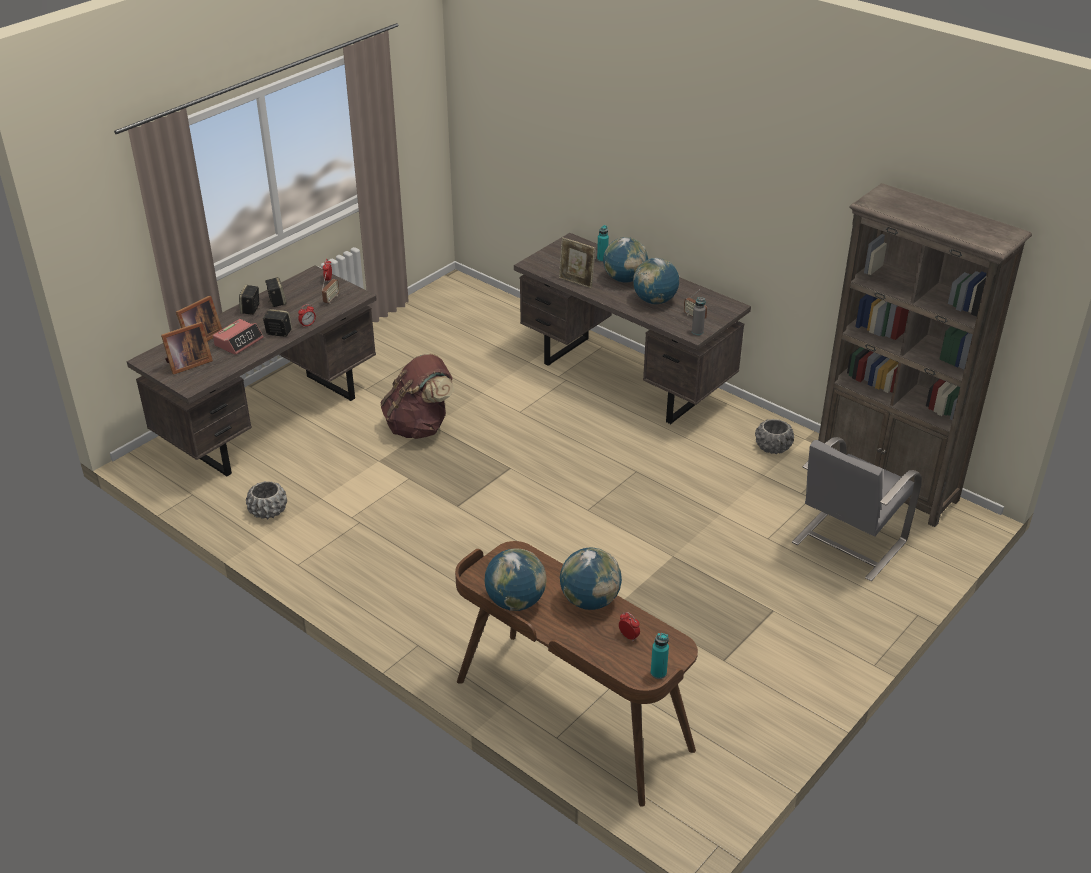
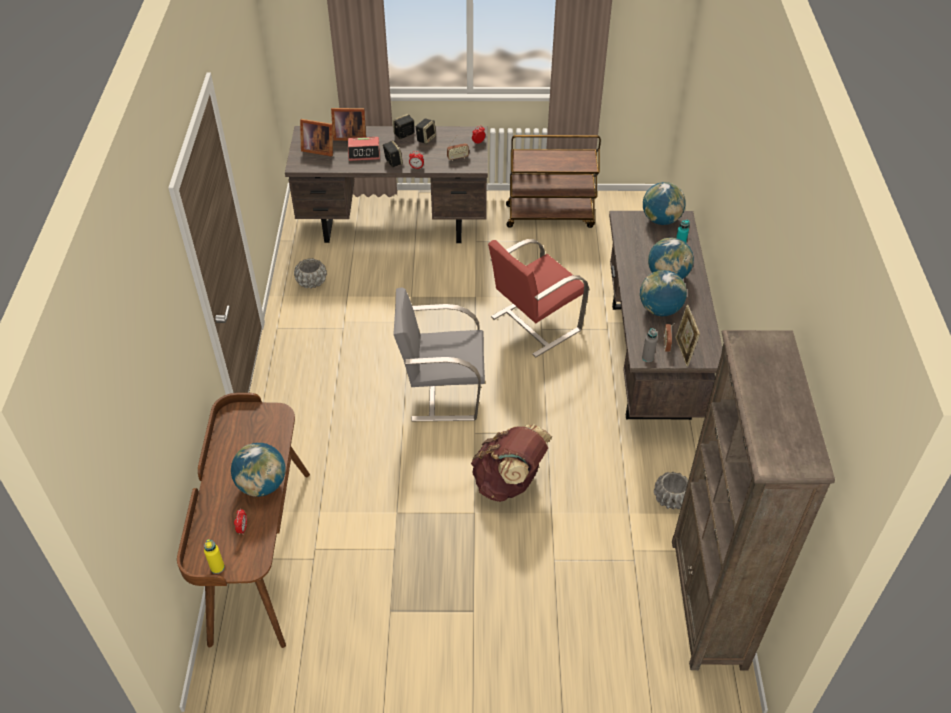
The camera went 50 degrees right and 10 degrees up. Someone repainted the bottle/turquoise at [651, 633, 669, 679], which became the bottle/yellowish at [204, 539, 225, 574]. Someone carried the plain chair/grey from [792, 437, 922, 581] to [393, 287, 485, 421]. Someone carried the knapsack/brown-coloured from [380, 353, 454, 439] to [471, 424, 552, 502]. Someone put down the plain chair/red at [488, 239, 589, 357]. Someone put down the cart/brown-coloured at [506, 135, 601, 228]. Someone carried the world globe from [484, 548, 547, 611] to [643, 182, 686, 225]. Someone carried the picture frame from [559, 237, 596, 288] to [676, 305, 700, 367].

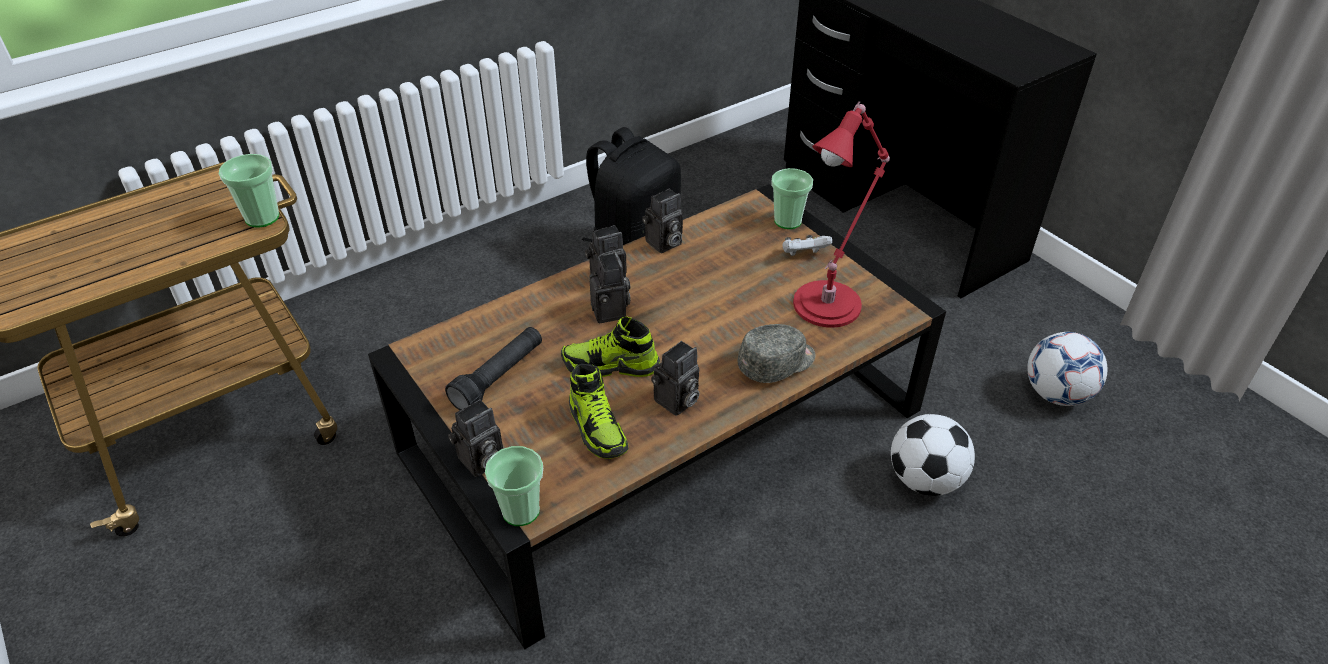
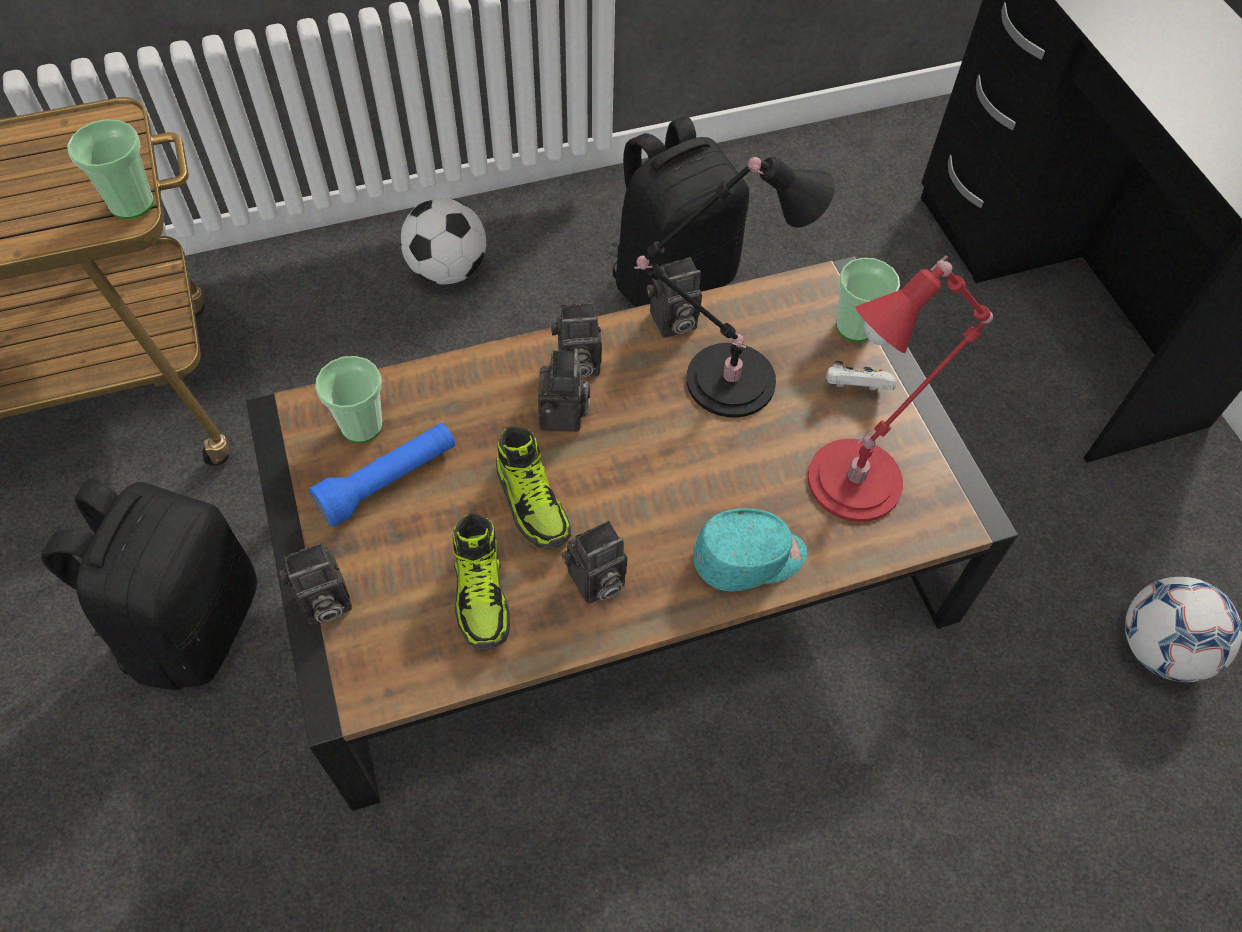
The camera went 15 degrees right and 15 degrees up. Someone put down the knapsack/black at [41, 478, 257, 690]. Someone repainted the flashlight/black at [445, 327, 542, 410], which became the flashlight/blue-coloured at [309, 423, 455, 527]. Someone carried the drinking cup from [485, 446, 543, 526] to [315, 356, 383, 443]. Someone carried the football from [891, 414, 975, 496] to [400, 198, 486, 285]. Someone rotated the shoe at [561, 316, 660, 377] by 135 degrees counterclockwise. Someone put down the table lamp/black at [634, 157, 835, 418]. Someone repainted the baseball cap/grey at [738, 324, 816, 383], which became the baseball cap/turquoise at [693, 508, 807, 591].

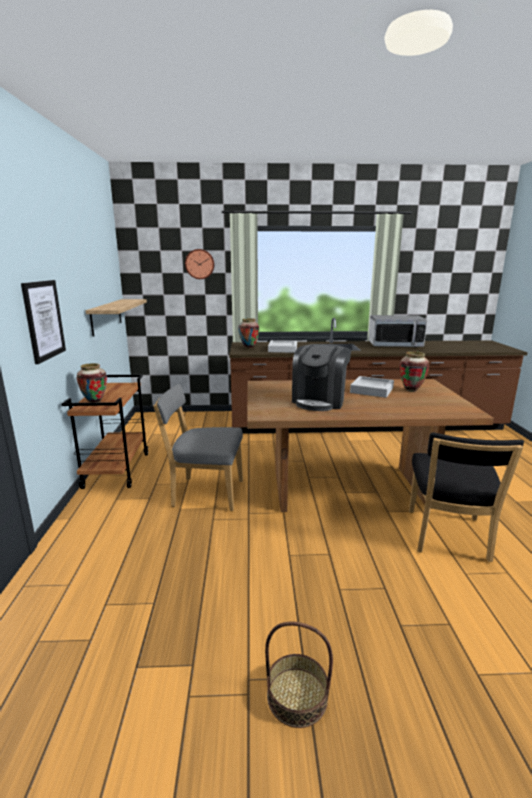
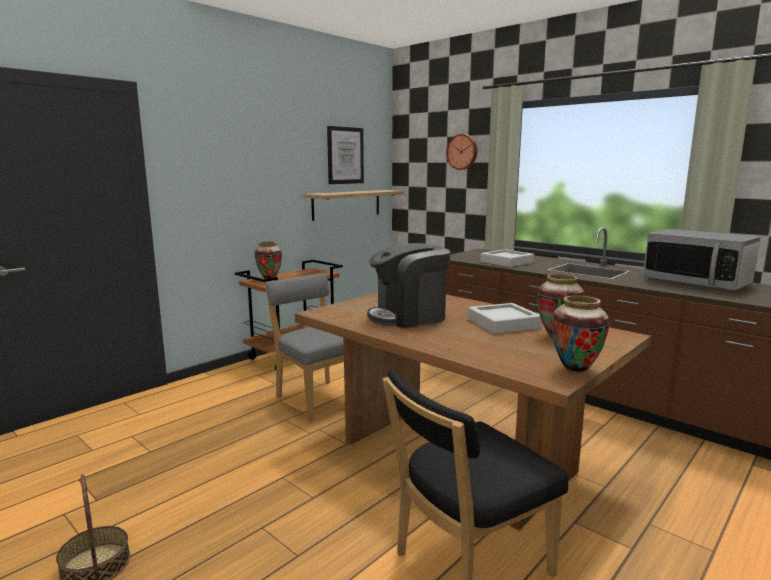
The camera went 45 degrees right and 5 degrees down. Someone carried the wall picture from [21, 280, 66, 364] to [327, 126, 364, 184]. Someone carried the decorative vase from [238, 318, 259, 349] to [552, 295, 610, 374].

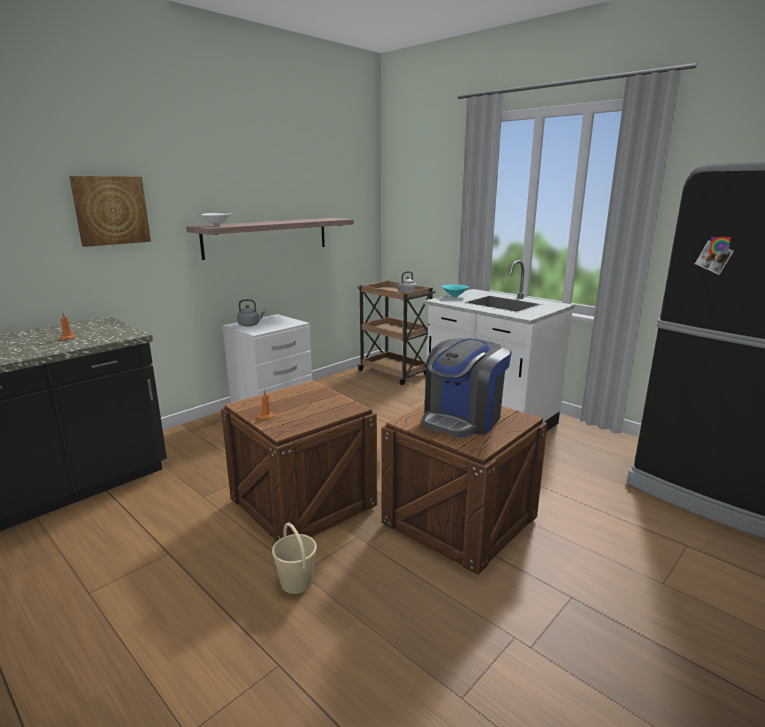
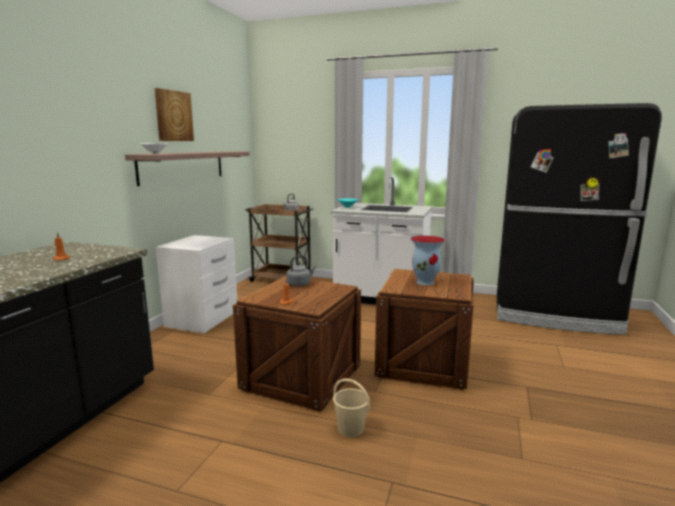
The camera went 25 degrees left and 5 degrees down. Someone carried the wall picture from [69, 176, 151, 247] to [155, 88, 194, 141]. Someone carried the kettle/grey from [237, 299, 265, 327] to [286, 255, 316, 286]. Someone swapped the coffee brewer at [421, 338, 512, 438] for the decorative vase at [410, 236, 445, 285].

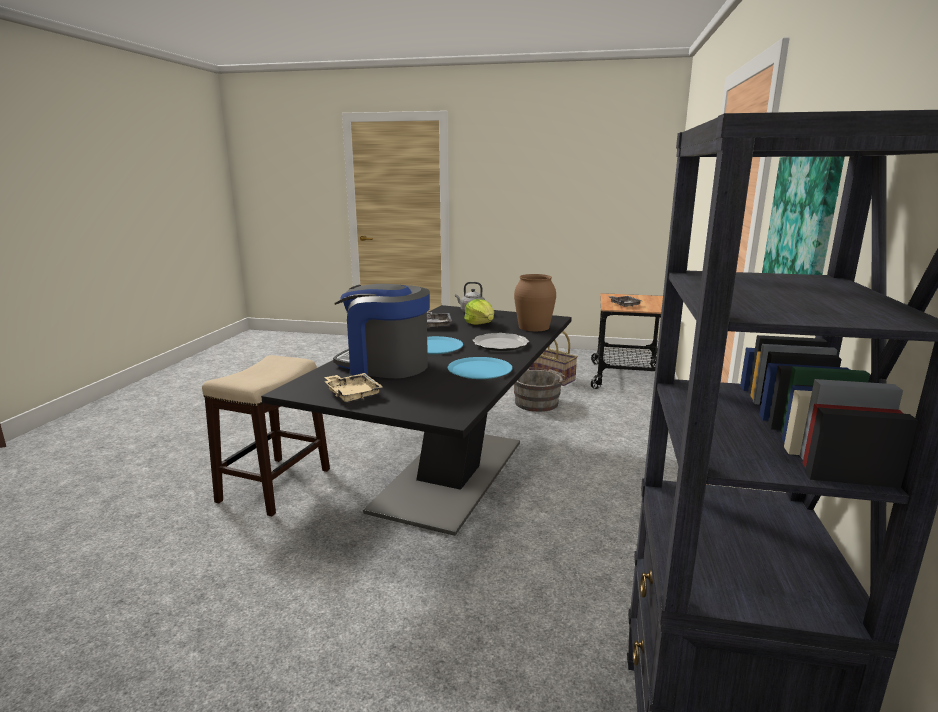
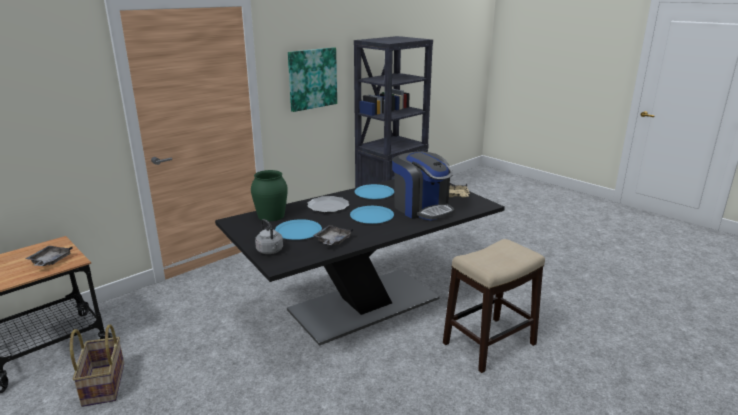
The camera went 145 degrees left and 5 degrees up. Someone repainted the decorative vase/brown-coloured at [514, 274, 556, 331], which became the decorative vase/greenish at [251, 170, 288, 221]. Someone swapped the lettuce at [464, 299, 494, 325] for the plate/blue-coloured at [275, 219, 322, 240]. Someone took away the pail/grey at [514, 368, 568, 412].

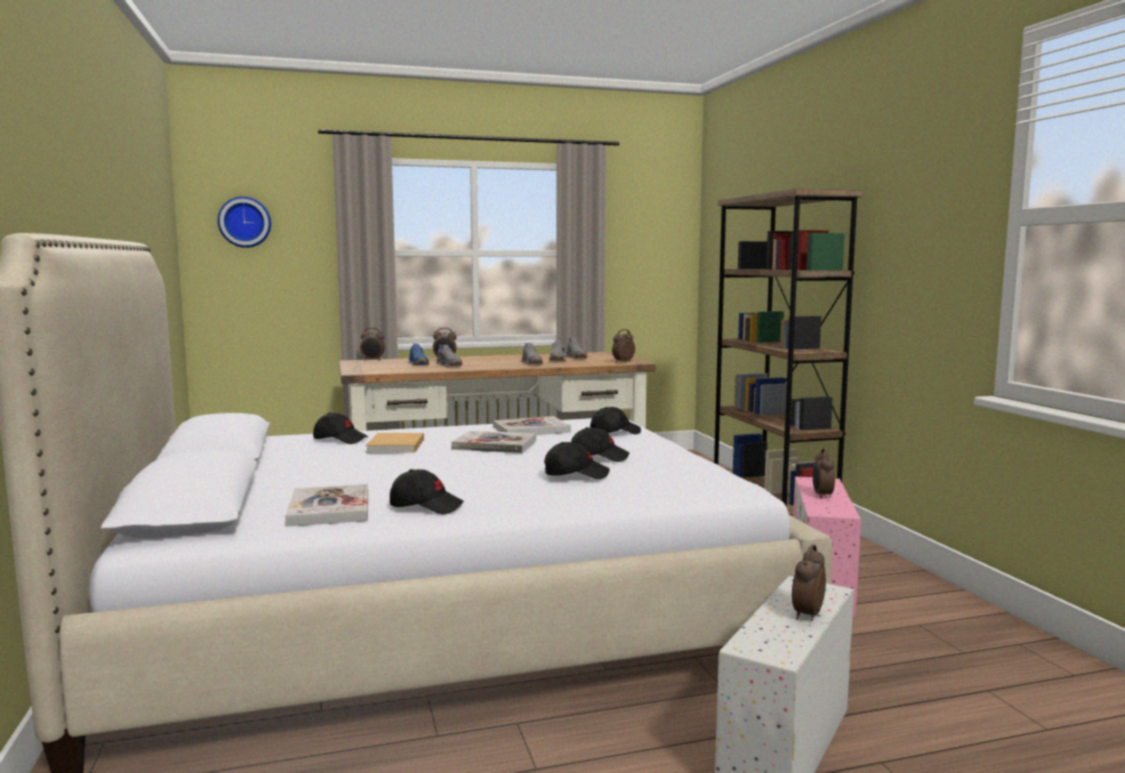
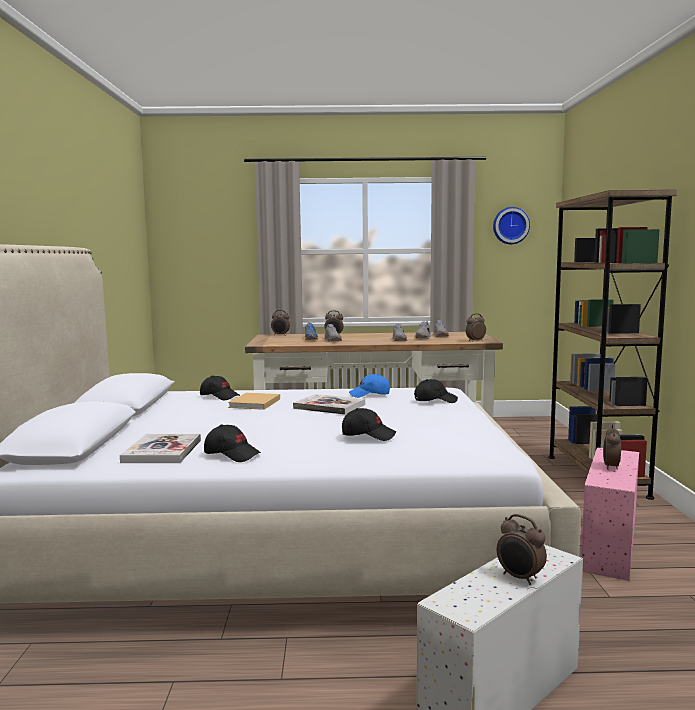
The camera went 15 degrees right and 0 degrees up. Someone swapped the bound book at [493, 416, 571, 435] for the baseball cap/blue-coloured at [349, 374, 390, 398]. Someone carried the hanging clock from [218, 197, 271, 248] to [493, 207, 530, 244]. Someone rotated the table clock at [792, 544, 826, 621] by 90 degrees counterclockwise. Someone took away the baseball cap/black at [571, 427, 630, 462].

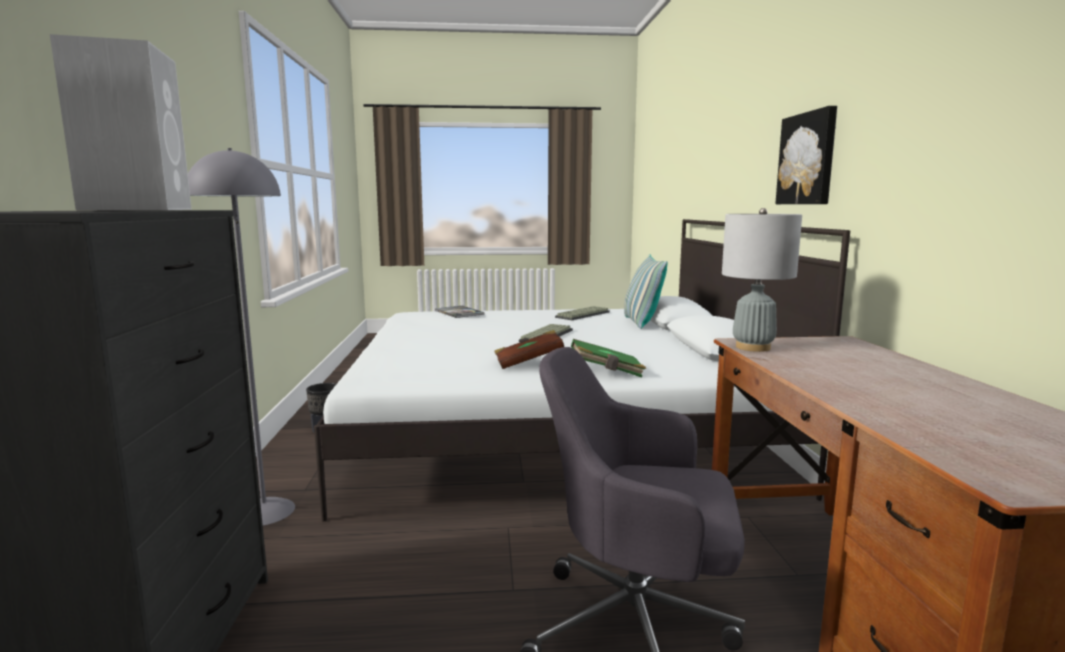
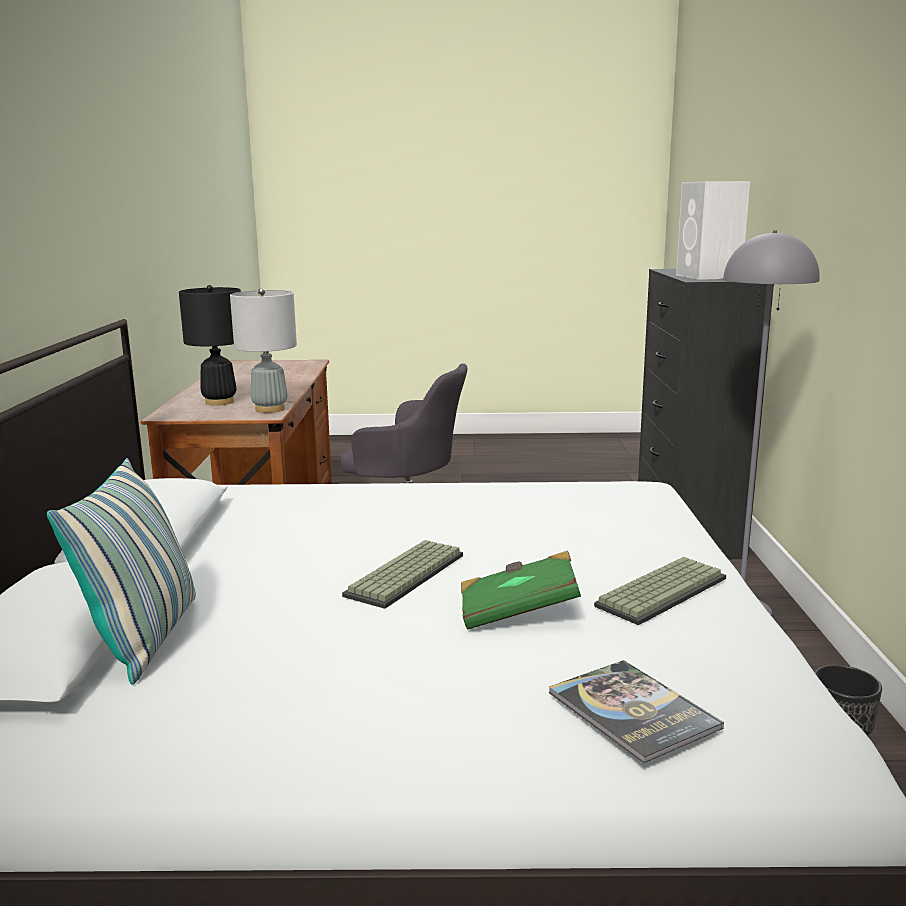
The camera went 175 degrees left and 5 degrees up. Someone put down the table lamp/black at [179, 285, 241, 406]. Someone carried the bound book/greenish from [571, 339, 646, 378] to [461, 551, 581, 630]. Someone carried the computer keyboard from [555, 306, 610, 320] to [594, 557, 726, 625]. Someone took away the bound book/brown-coloured at [494, 330, 564, 369]. Someone took away the wall picture at [775, 106, 837, 204].

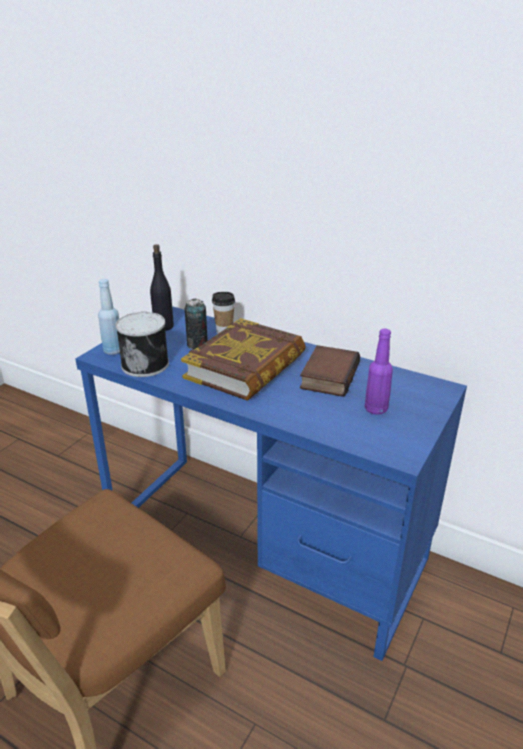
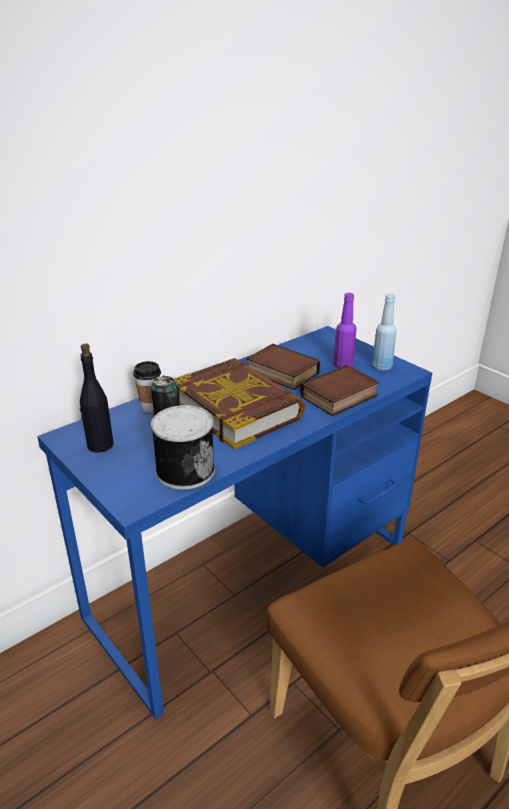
The camera went 70 degrees left and 0 degrees up. Someone put down the bound book at [300, 365, 379, 416]. Someone carried the bottle/blue-coloured from [98, 279, 120, 355] to [372, 294, 397, 371].

